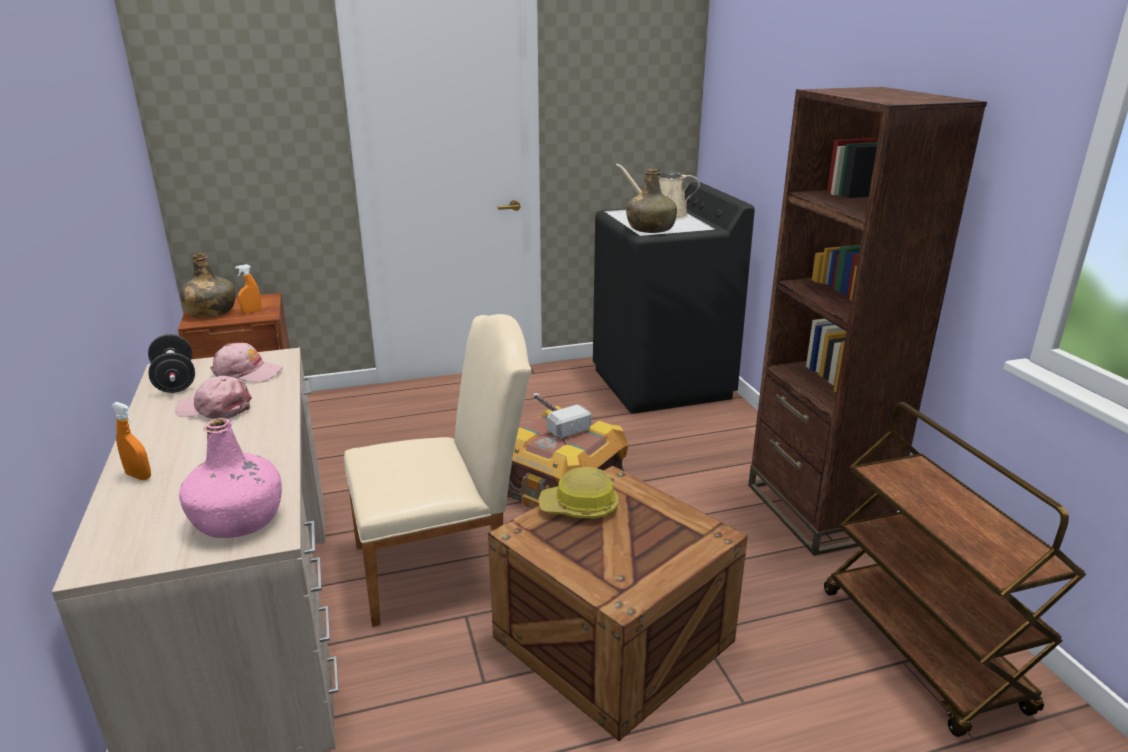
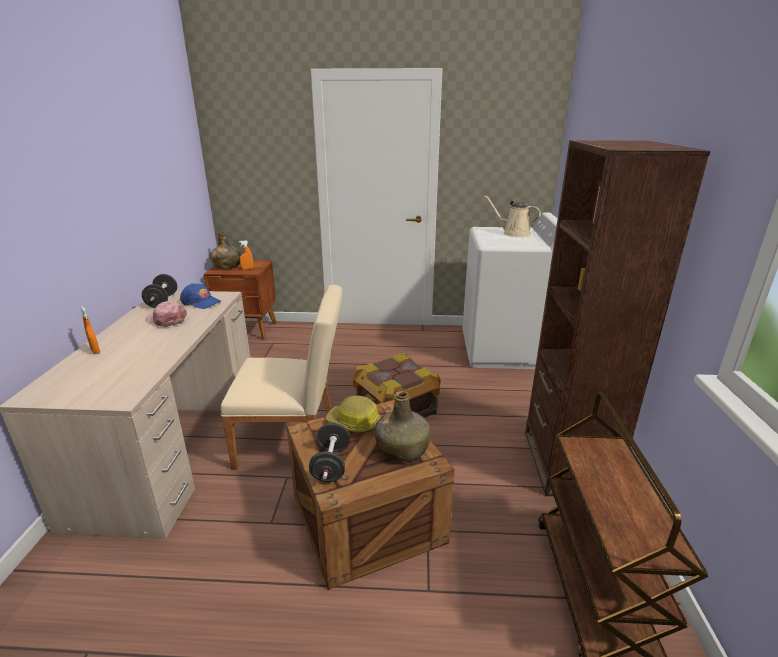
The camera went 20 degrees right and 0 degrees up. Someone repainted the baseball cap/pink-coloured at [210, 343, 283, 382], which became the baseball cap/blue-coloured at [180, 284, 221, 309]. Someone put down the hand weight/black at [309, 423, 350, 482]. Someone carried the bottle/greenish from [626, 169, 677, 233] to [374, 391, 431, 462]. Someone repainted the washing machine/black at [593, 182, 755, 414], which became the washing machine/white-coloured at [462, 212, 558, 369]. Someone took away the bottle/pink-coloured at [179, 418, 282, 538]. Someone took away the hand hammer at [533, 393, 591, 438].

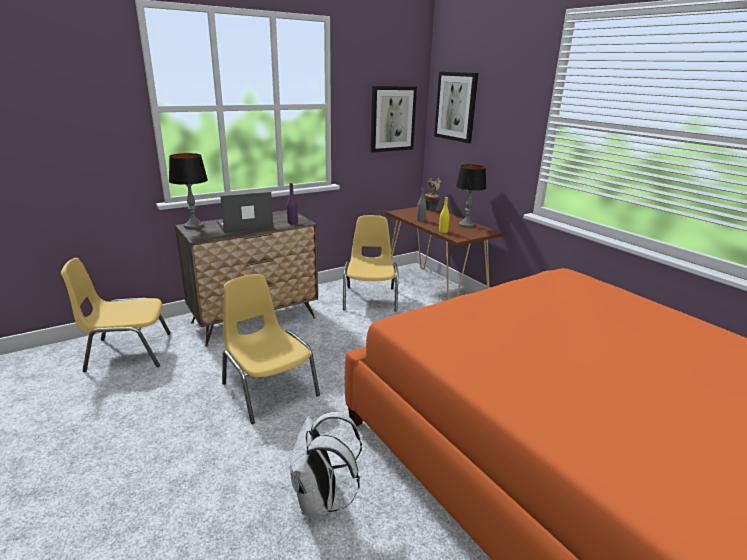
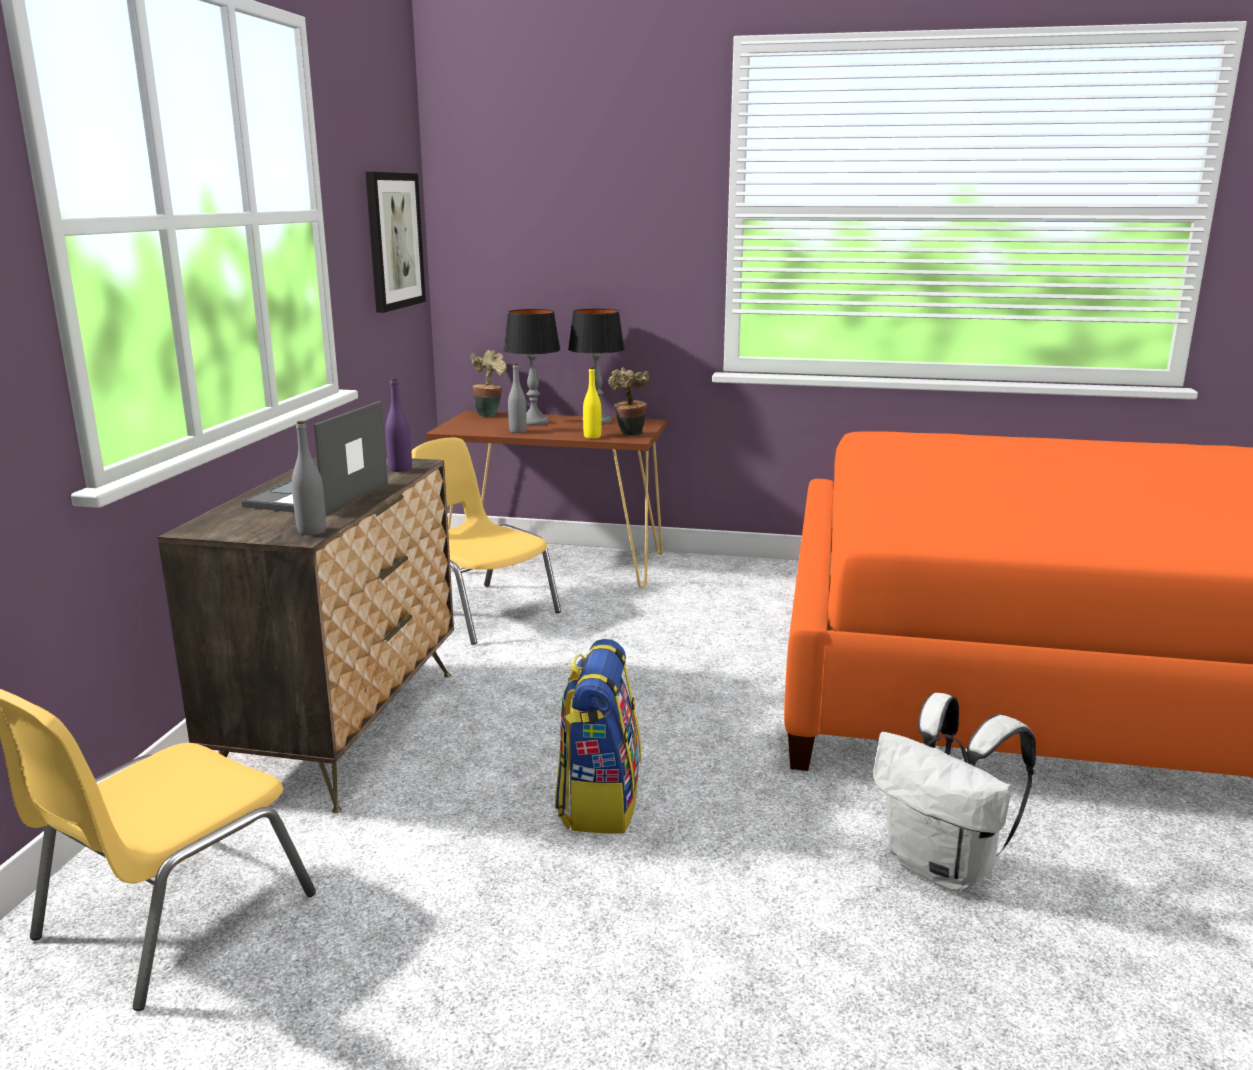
The camera went 45 degrees left and 5 degrees down. Someone put down the bottle/grey at [292, 421, 326, 535]. Someone carried the table lamp from [169, 153, 208, 229] to [503, 309, 561, 426]. Someone swapped the plain chair/yellowish at [222, 274, 320, 424] for the knapsack at [555, 639, 641, 834]. Someone put down the plant in a pot at [608, 367, 649, 435]. Someone took away the wall picture at [434, 72, 478, 143].

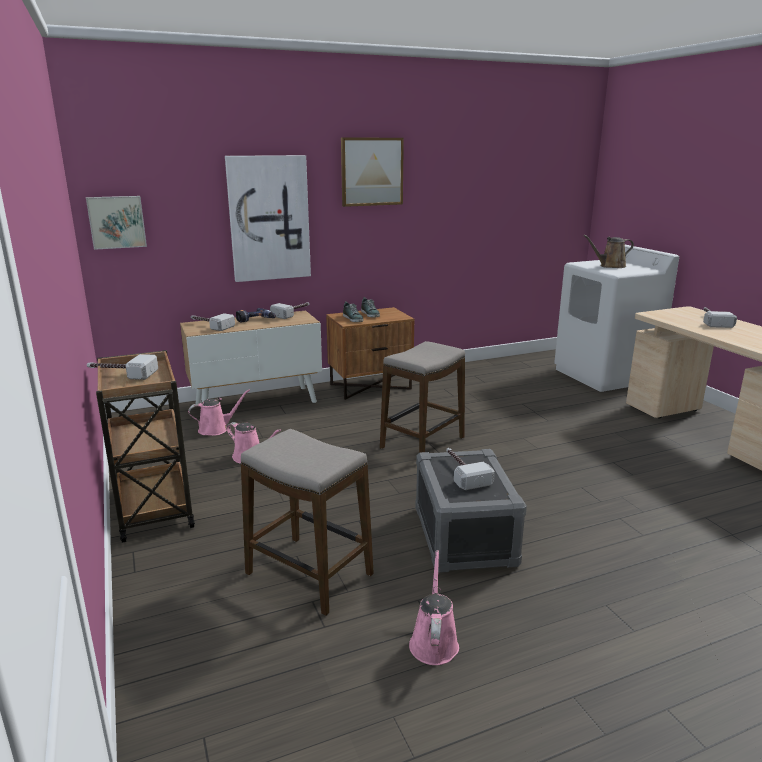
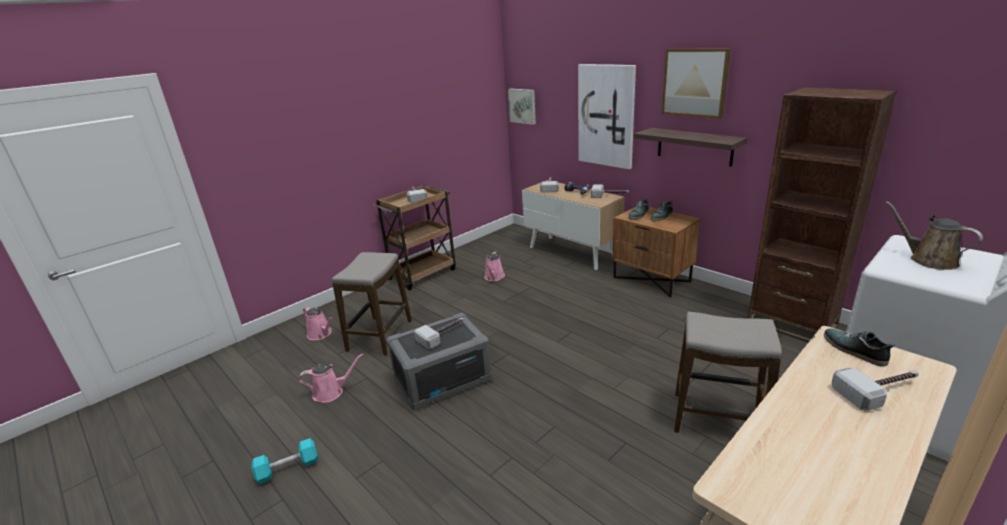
The camera went 70 degrees right and 5 degrees up. Someone put down the hand weight/turquoise at [252, 438, 318, 484]. Someone carried the watering pot/pink-coloured from [188, 389, 250, 436] to [303, 307, 333, 340]. Someone put up the wall shelf at [634, 128, 747, 167]. Someone carried the stool from [380, 341, 465, 453] to [674, 312, 782, 433]. Someone put down the bookcase/brown-coloured at [747, 87, 897, 342]. Someone put down the shoe at [824, 328, 895, 367].

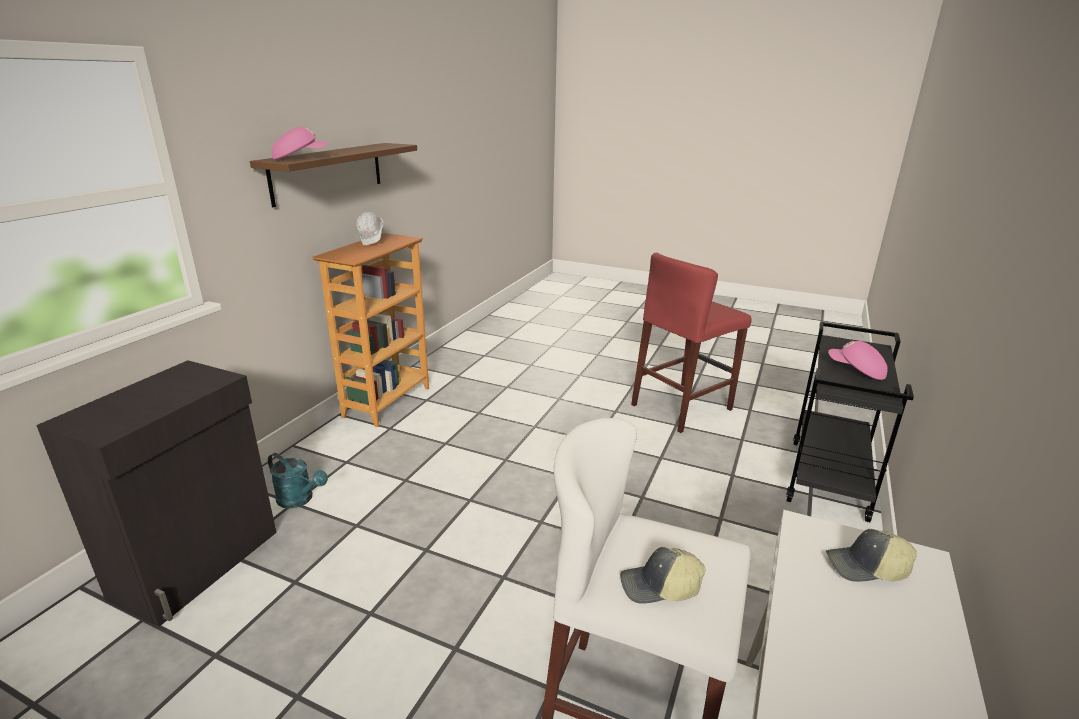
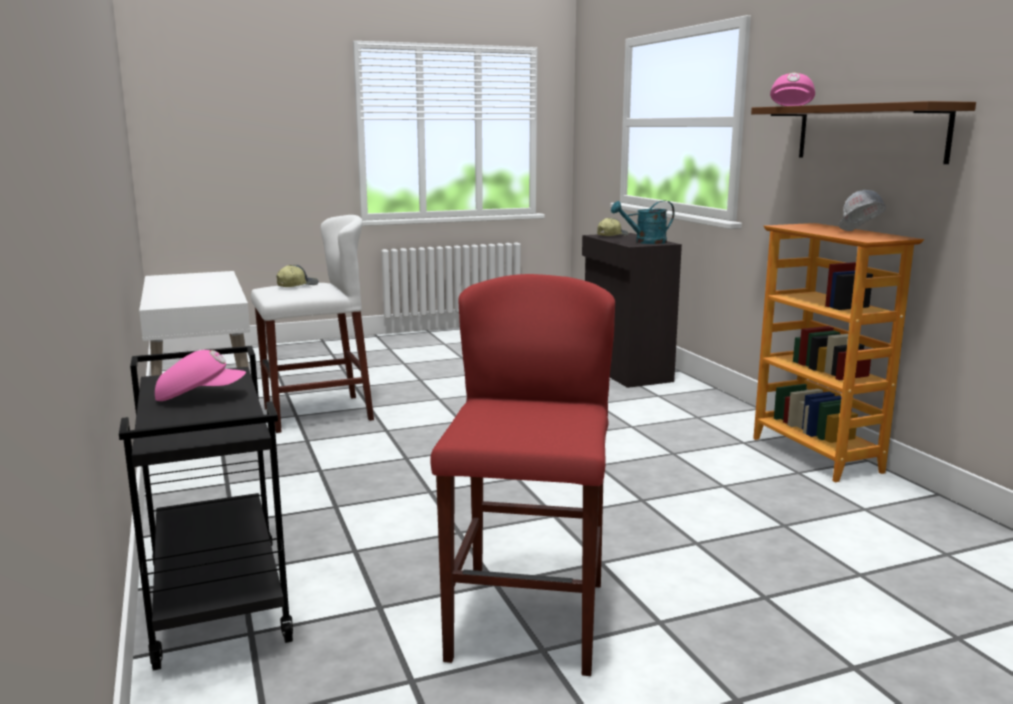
The camera went 135 degrees right and 10 degrees down. Someone carried the baseball cap from [826, 529, 917, 582] to [597, 217, 629, 236]. Someone carried the watering pot/turquoise from [268, 453, 328, 509] to [611, 200, 675, 244].

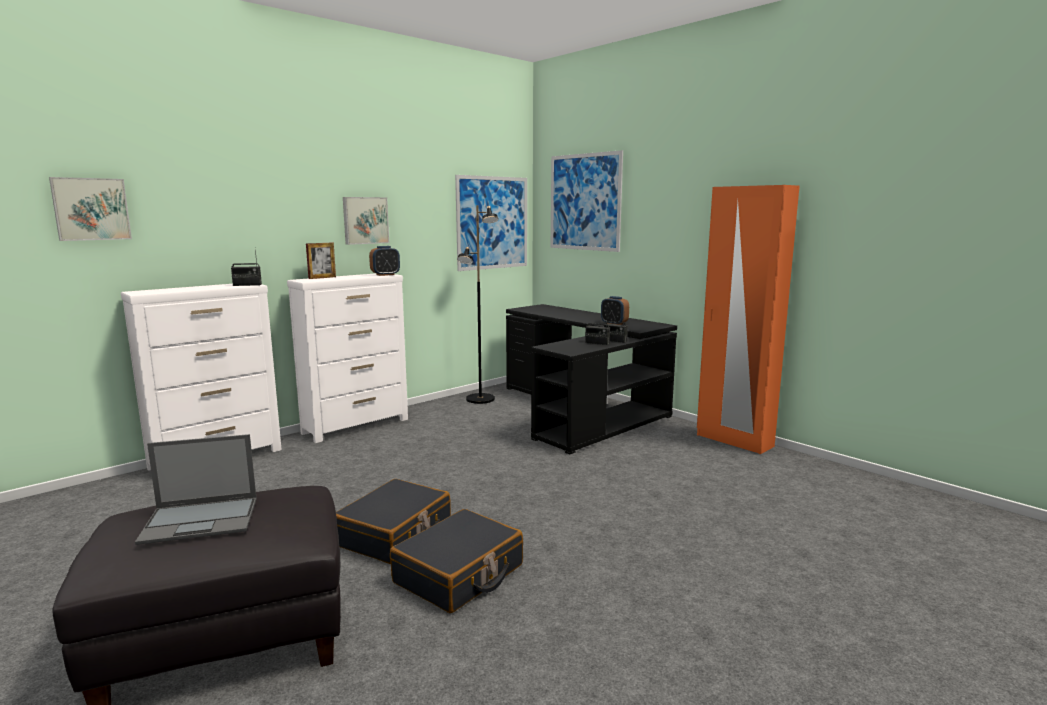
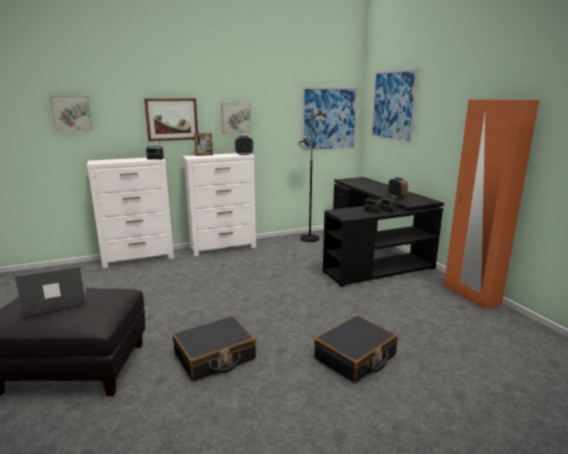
The camera went 20 degrees right and 5 degrees up. Someone rotated the notebook computer at [135, 434, 257, 545] by 150 degrees clockwise. Someone put up the wall picture at [144, 98, 198, 141]. Someone carried the piece of luggage/black from [336, 479, 451, 564] to [314, 316, 398, 383].

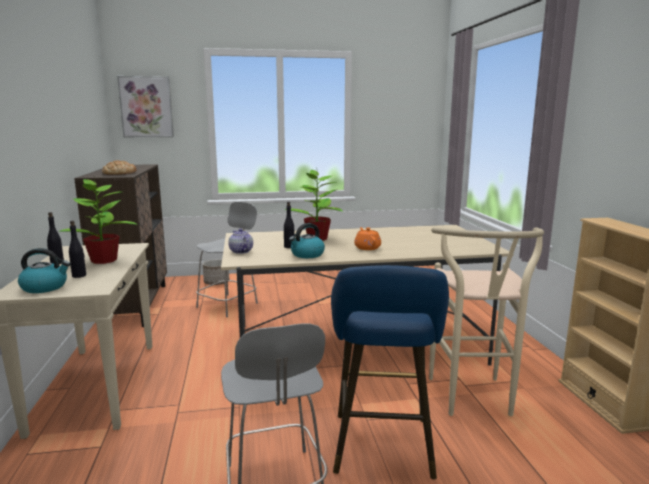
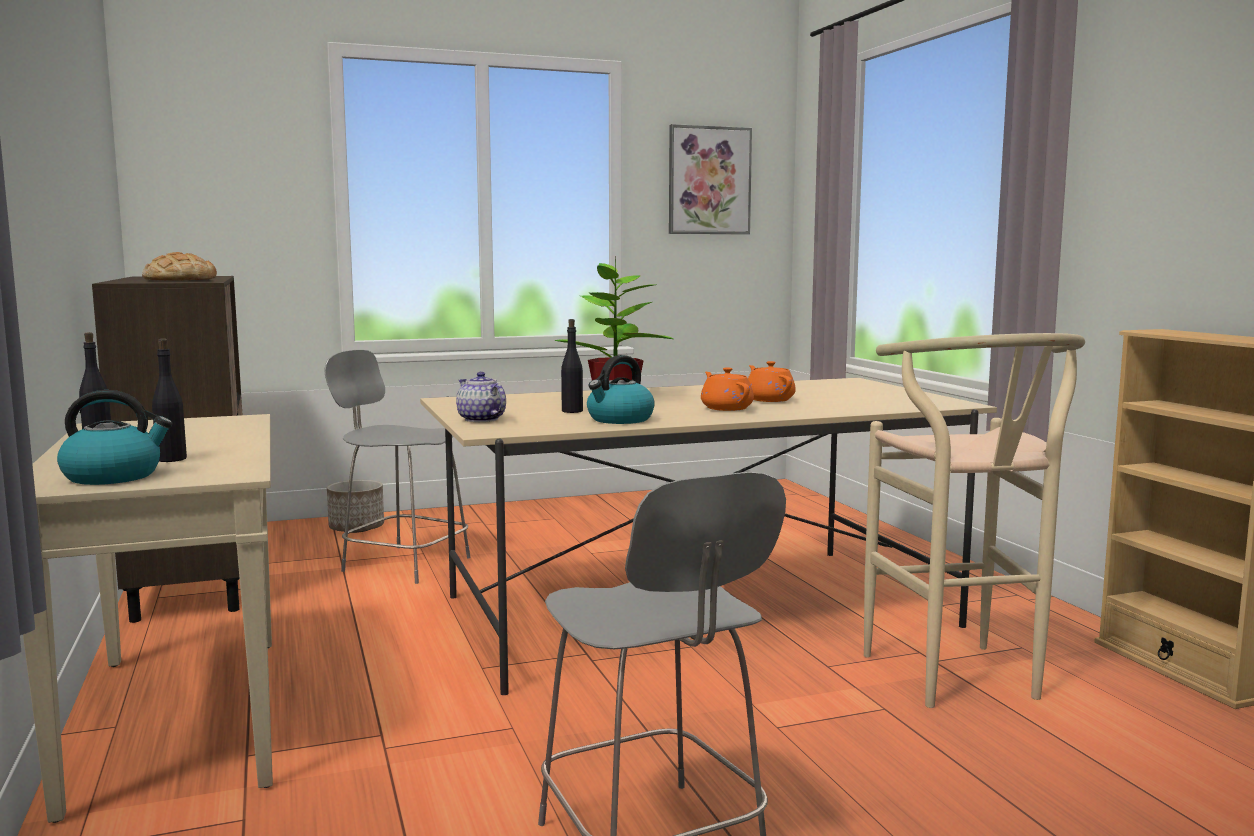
The camera went 10 degrees left and 5 degrees down. Someone rotated the plain chair/grey at [196, 202, 258, 317] by 90 degrees counterclockwise. Someone carried the wall picture from [117, 76, 174, 137] to [669, 124, 752, 234]. Someone put down the tea pot/orange-coloured at [748, 361, 796, 402]. Someone took away the plant in a pot at [60, 178, 138, 264]. Someone took away the stool/blue-coloured at [331, 265, 449, 479].

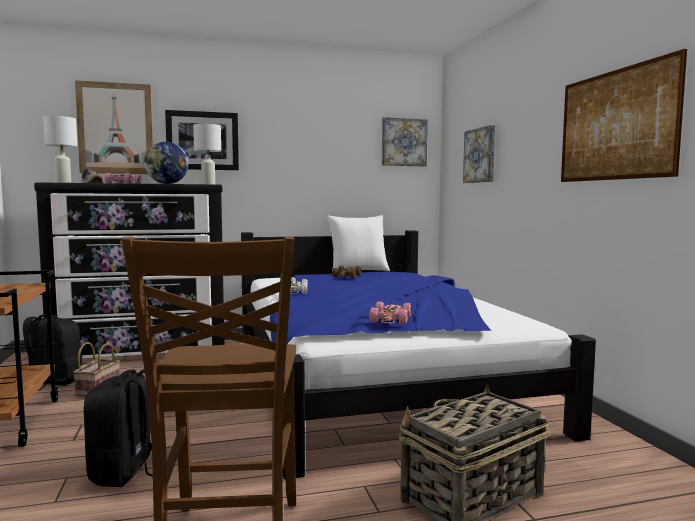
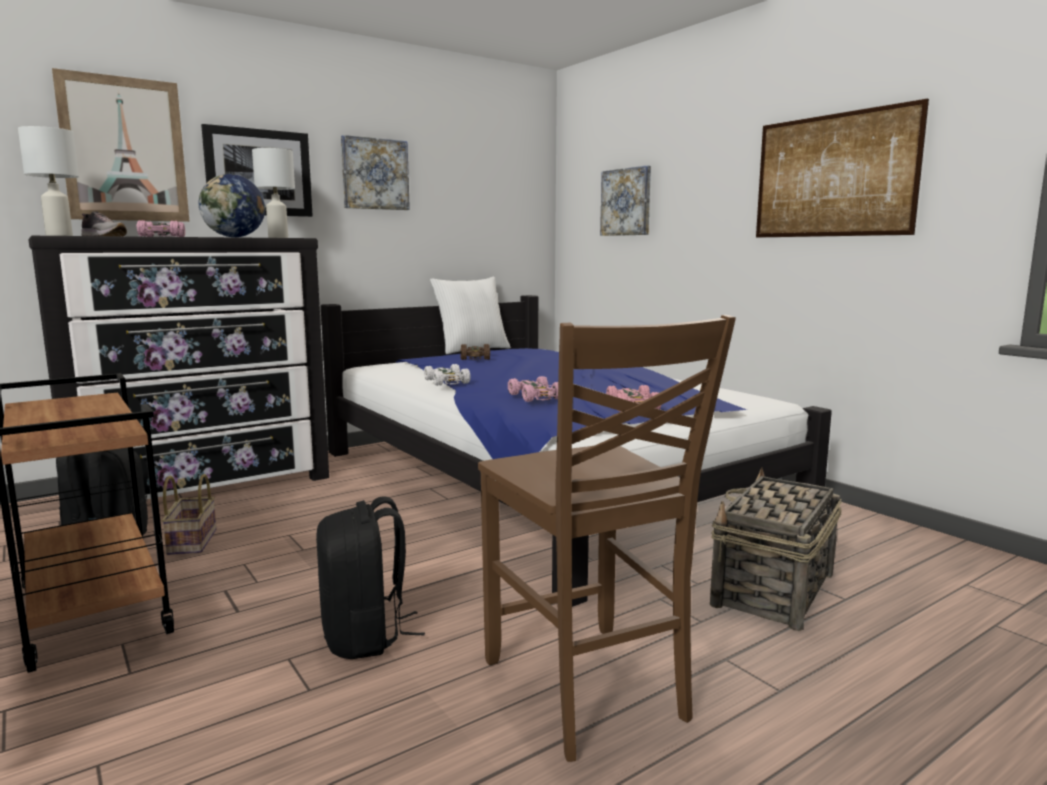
The camera went 20 degrees left and 5 degrees up. Someone carried the wall picture from [382, 117, 428, 166] to [341, 135, 410, 210]. Someone put down the model car/pink-coloured at [508, 376, 558, 402].

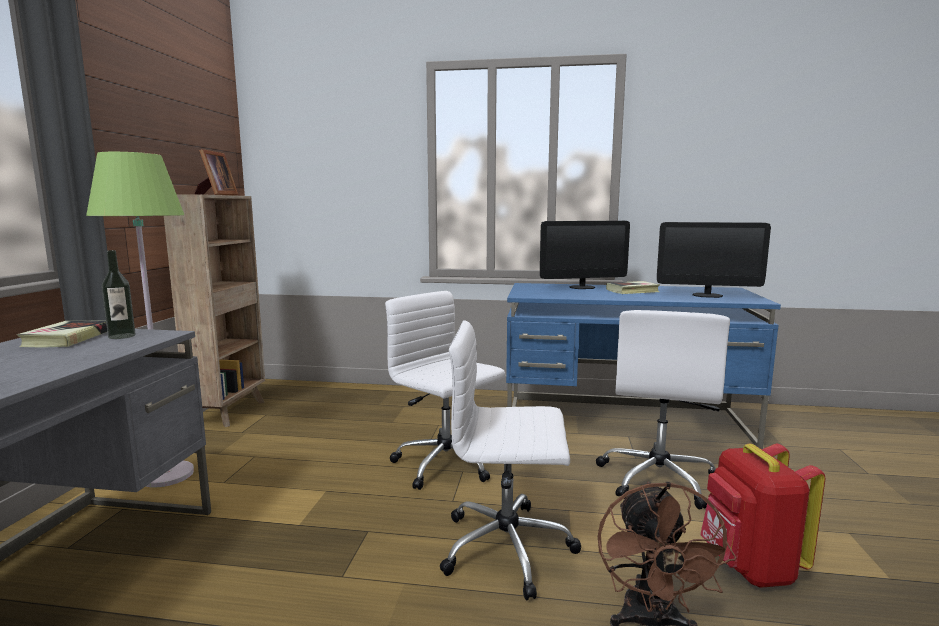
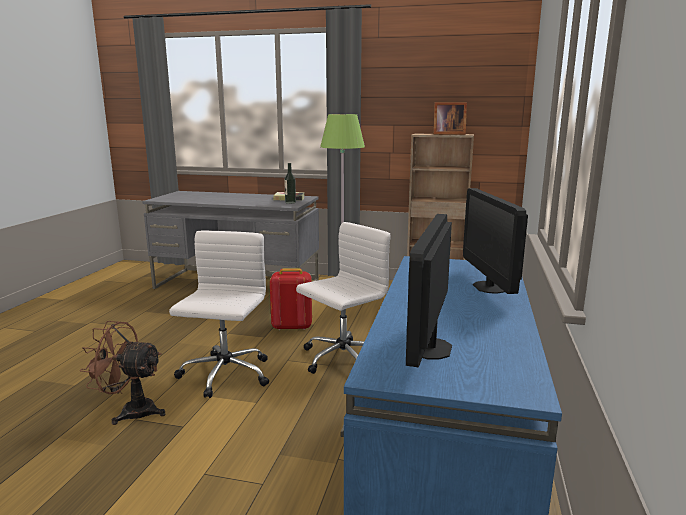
The camera went 95 degrees right and 5 degrees up. Someone carried the knapsack/red from [700, 443, 825, 588] to [270, 268, 312, 330]. Someone took away the office chair/white-coloured at [596, 310, 730, 510]. Someone took away the bound book at [606, 281, 660, 294].

